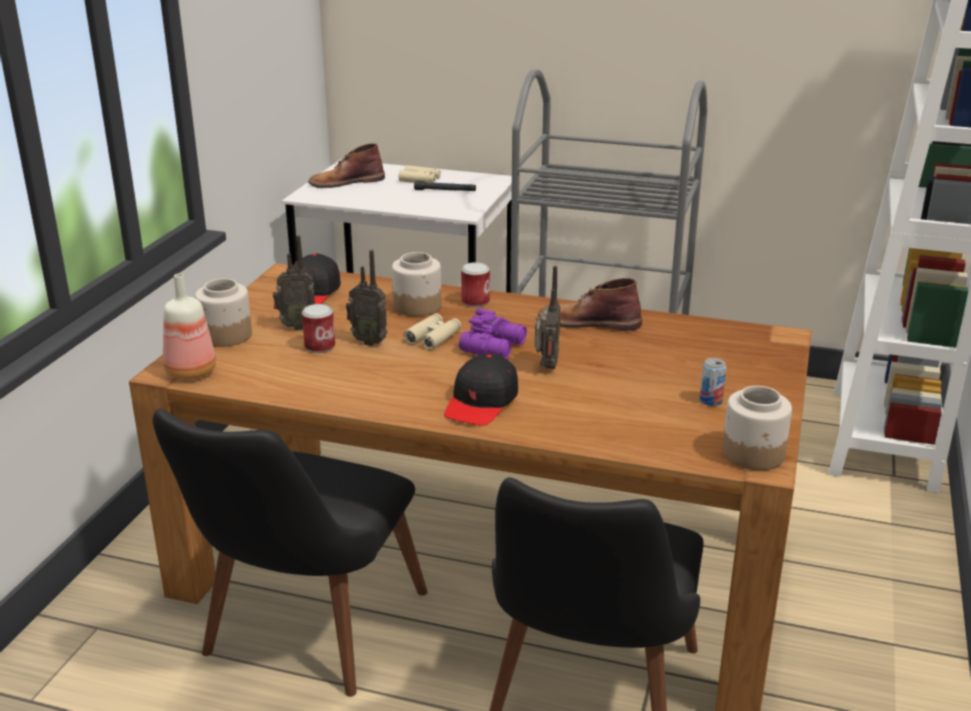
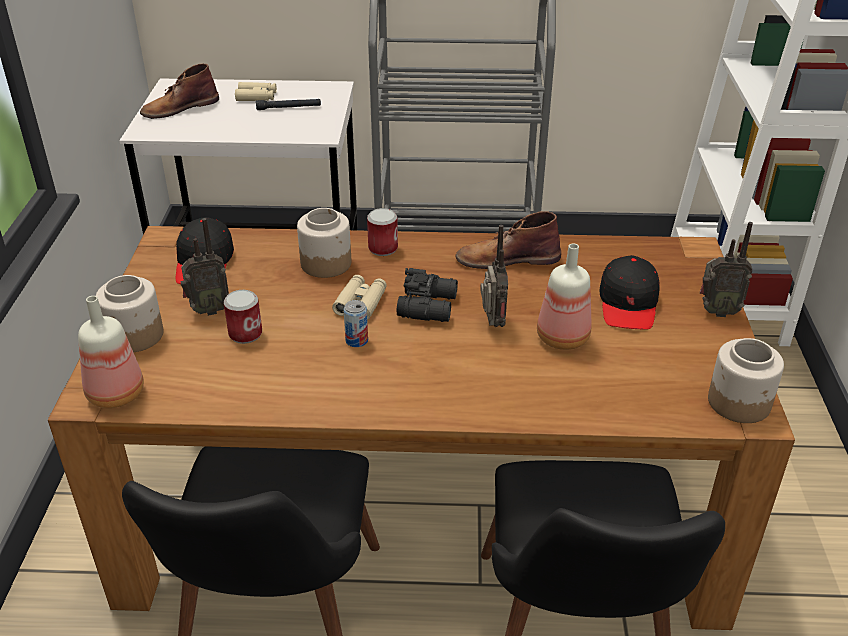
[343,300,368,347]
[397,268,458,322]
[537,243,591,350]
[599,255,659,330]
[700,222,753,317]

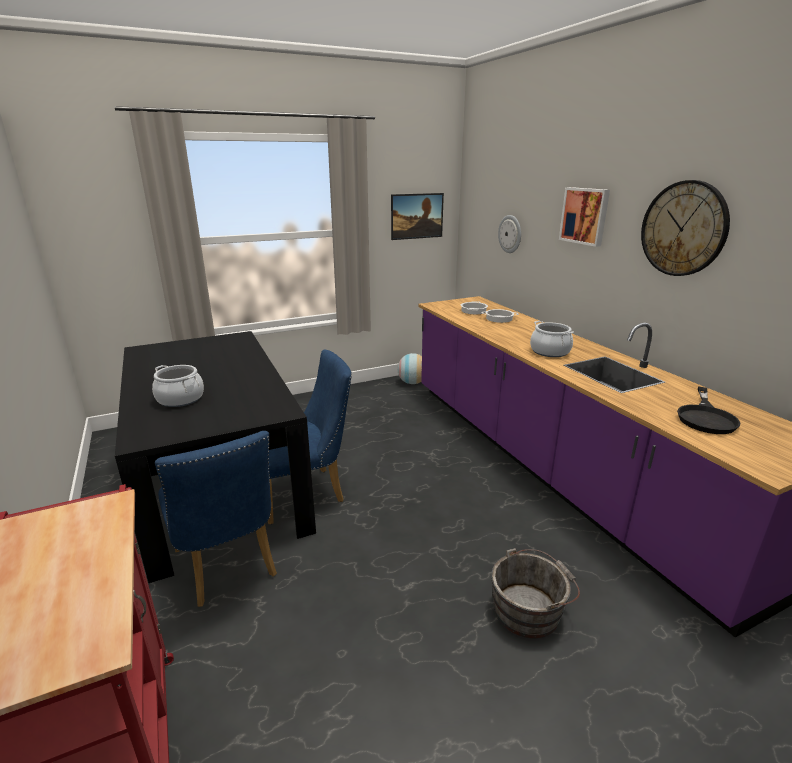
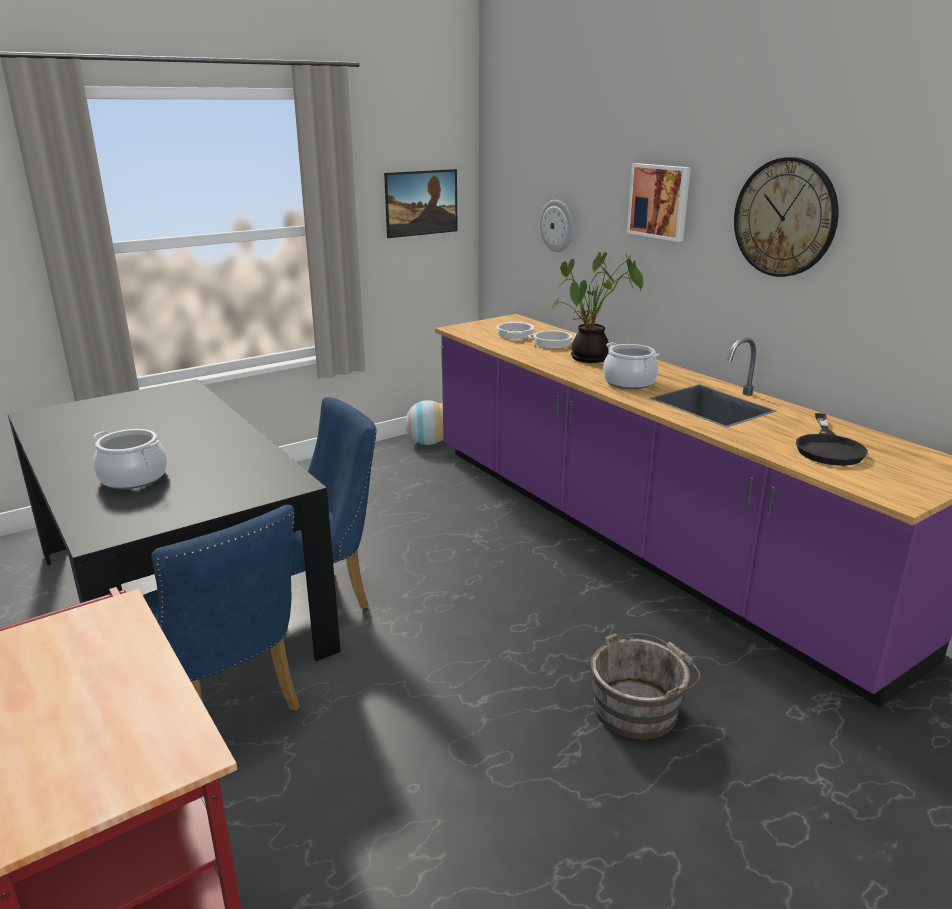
[551,252,644,363]

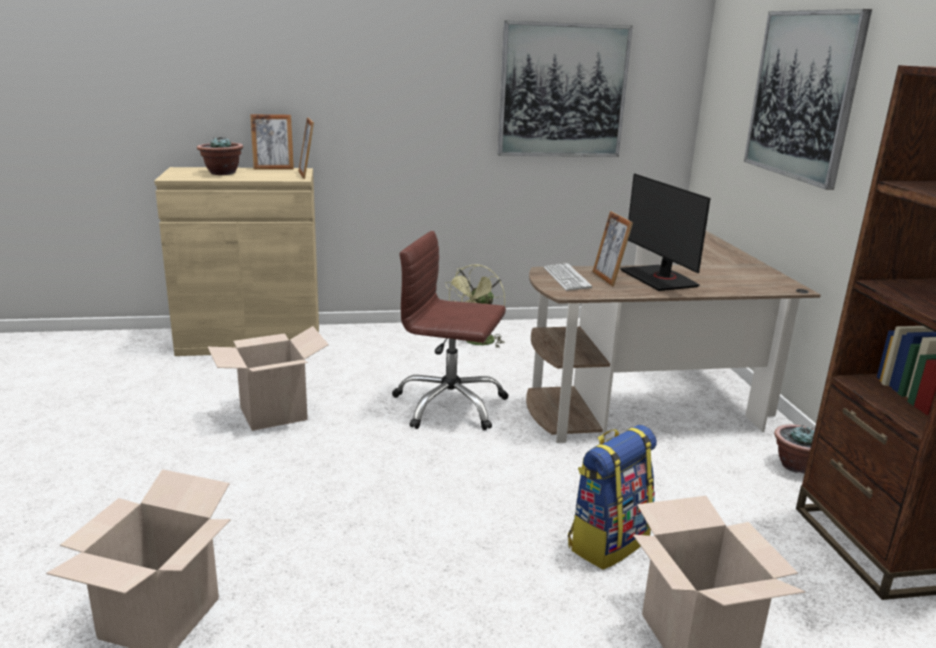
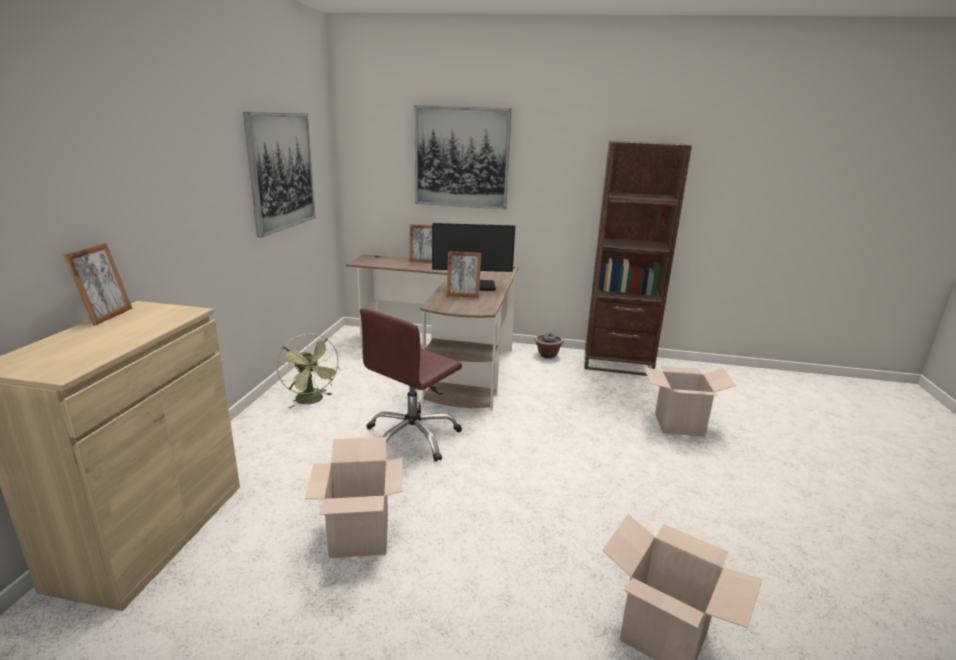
[409,225,432,262]
[197,136,243,175] (first image)
[544,263,592,291] (first image)
[568,425,657,570] (first image)

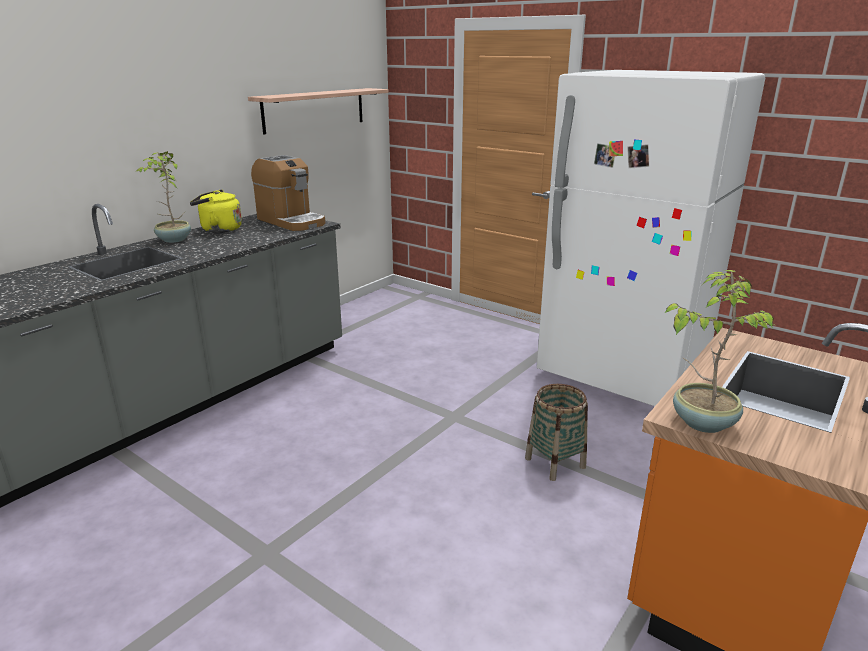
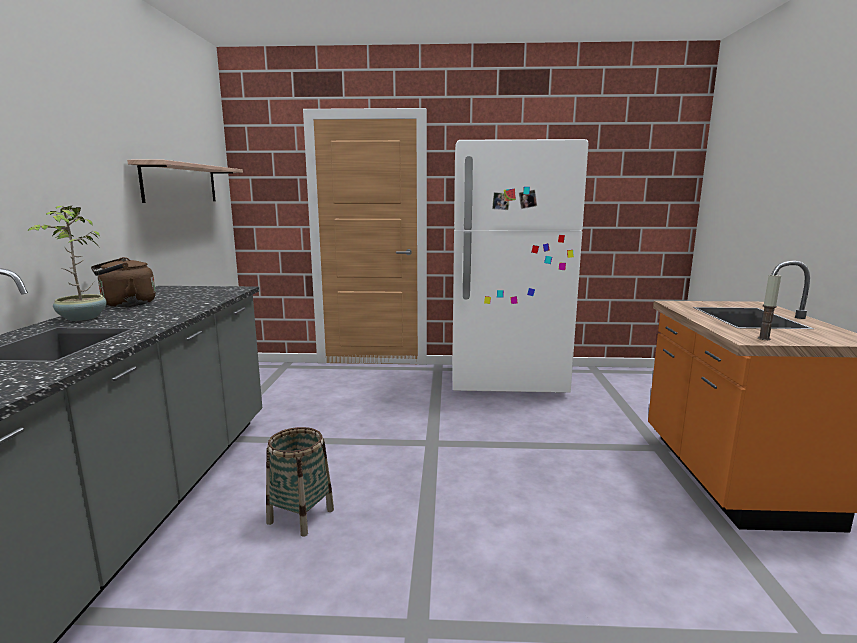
[91,257,156,307]
[266,427,334,536]
[758,275,781,340]
[251,155,325,231] (first image)

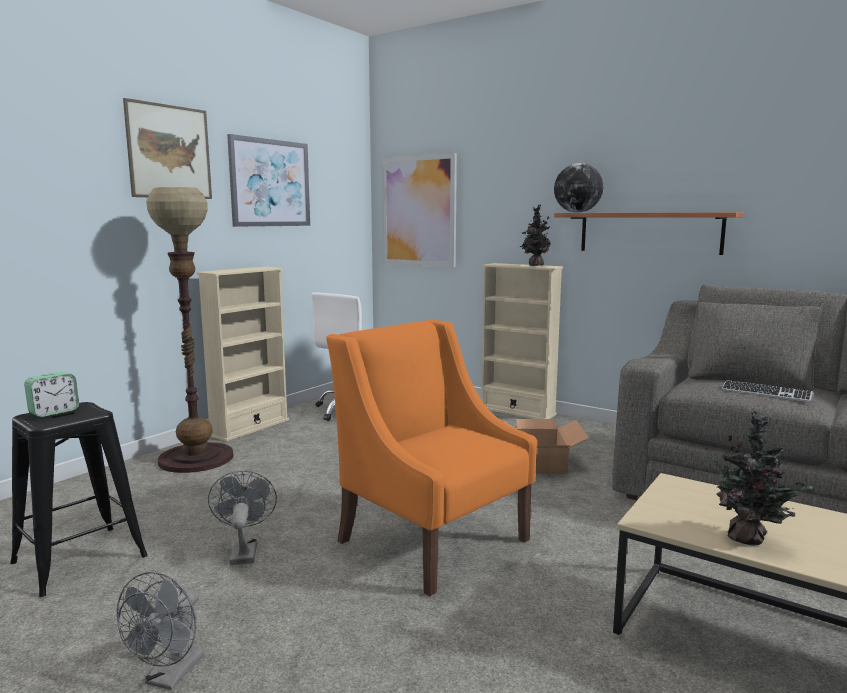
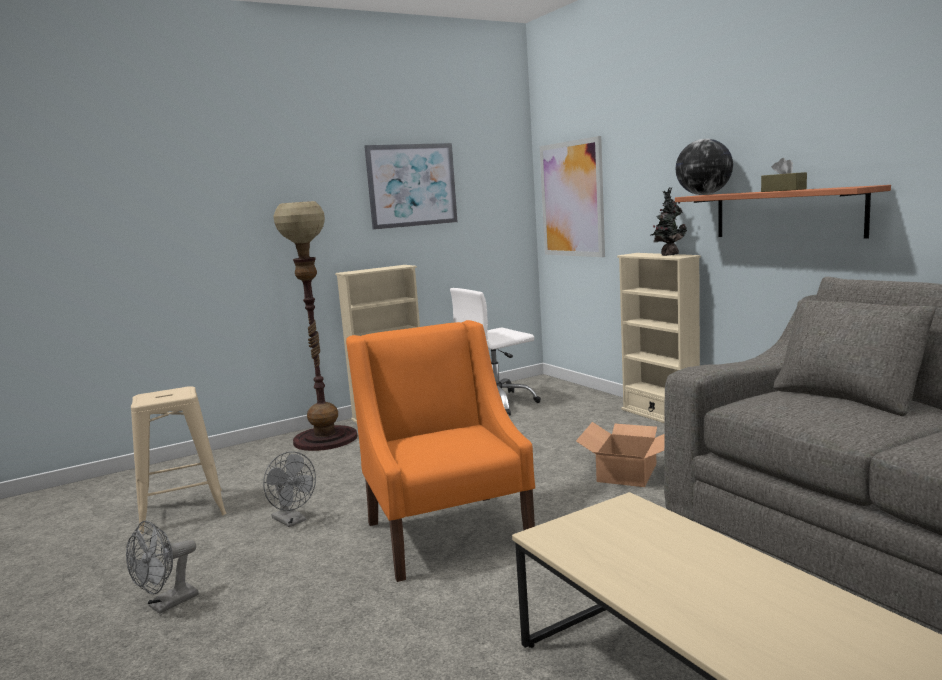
[131,386,227,534]
[263,451,316,527]
[761,158,807,192]
[24,372,79,417] (first image)
[123,98,212,199] (first image)
[713,410,812,546] (first image)
[722,380,813,402] (first image)

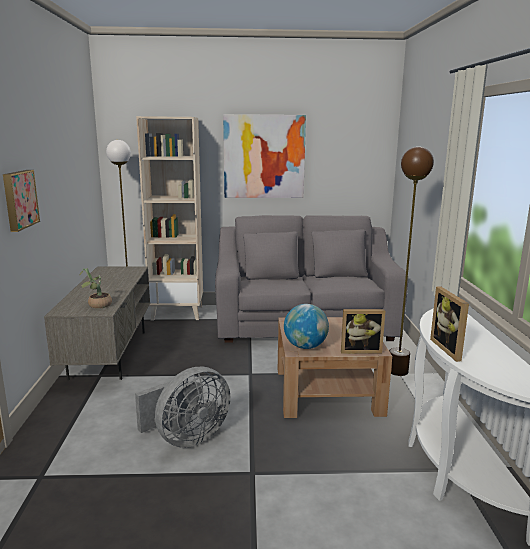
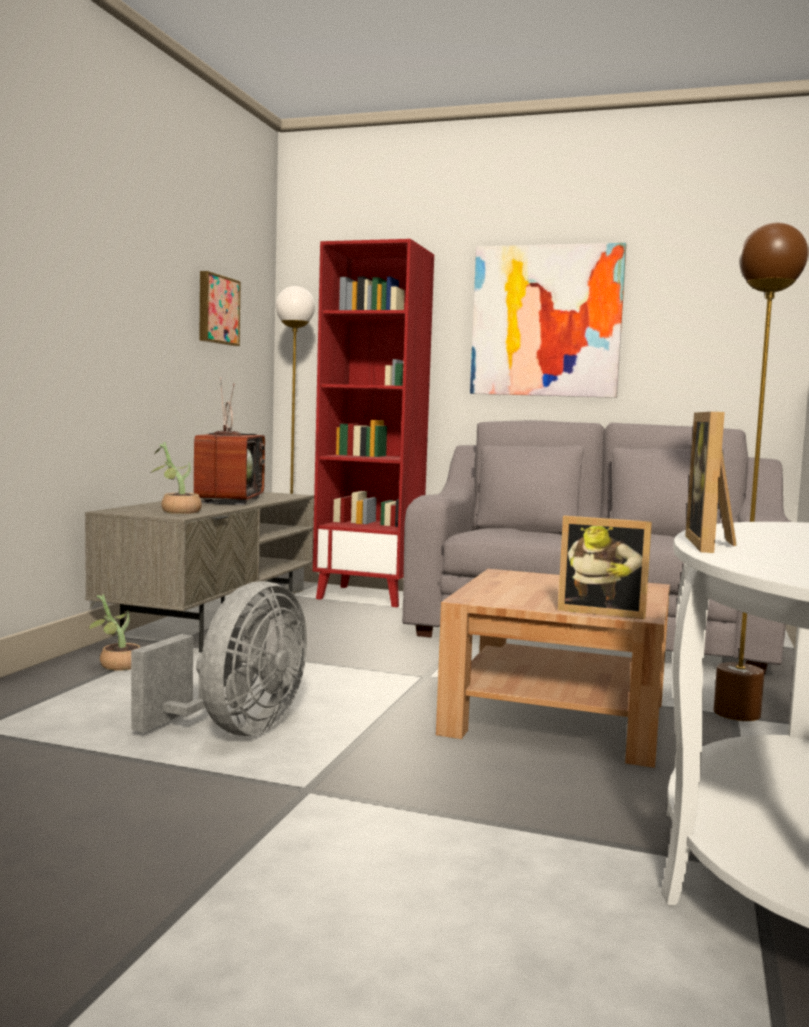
[89,594,140,671]
[131,581,307,736]
[194,377,265,505]
[199,271,241,346]
[313,239,434,607]
[284,304,329,349] (first image)

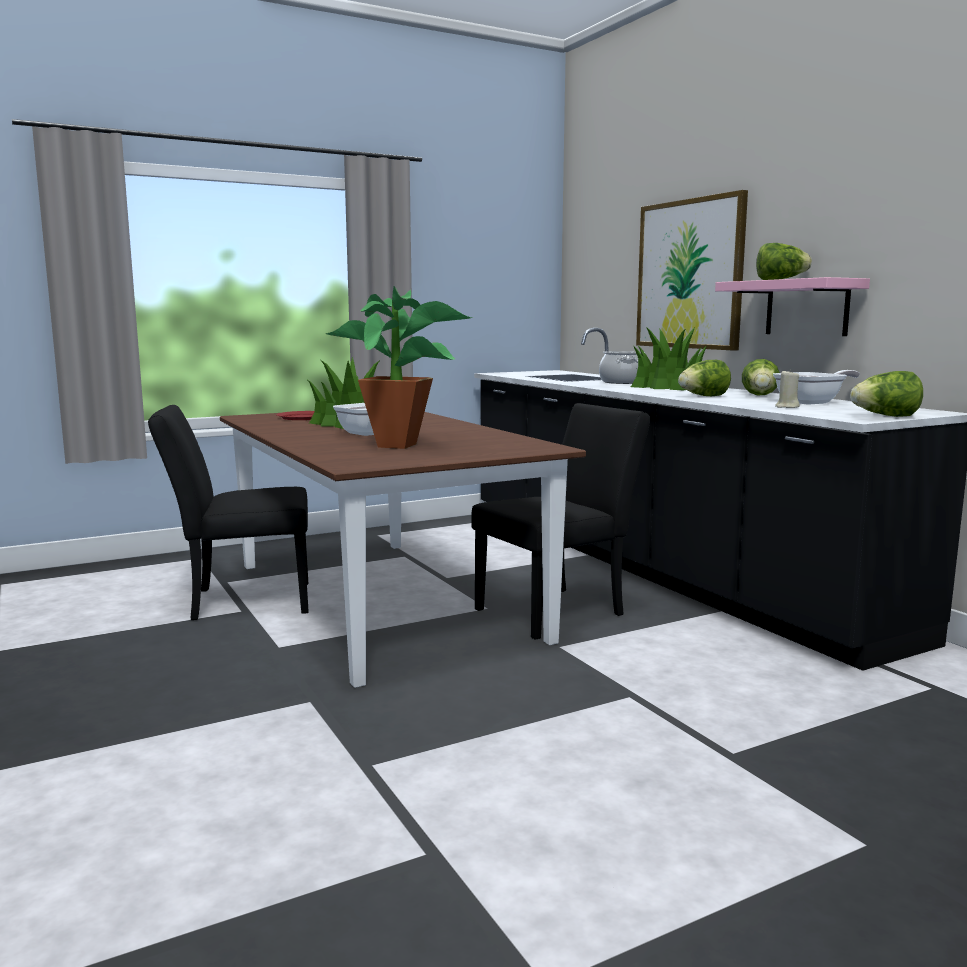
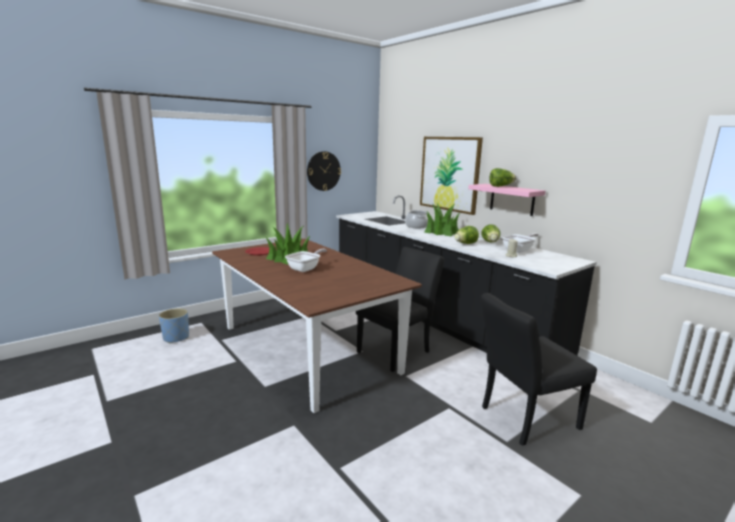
[159,308,189,344]
[307,151,341,191]
[481,293,597,446]
[325,286,472,449] (first image)
[850,371,923,417] (first image)

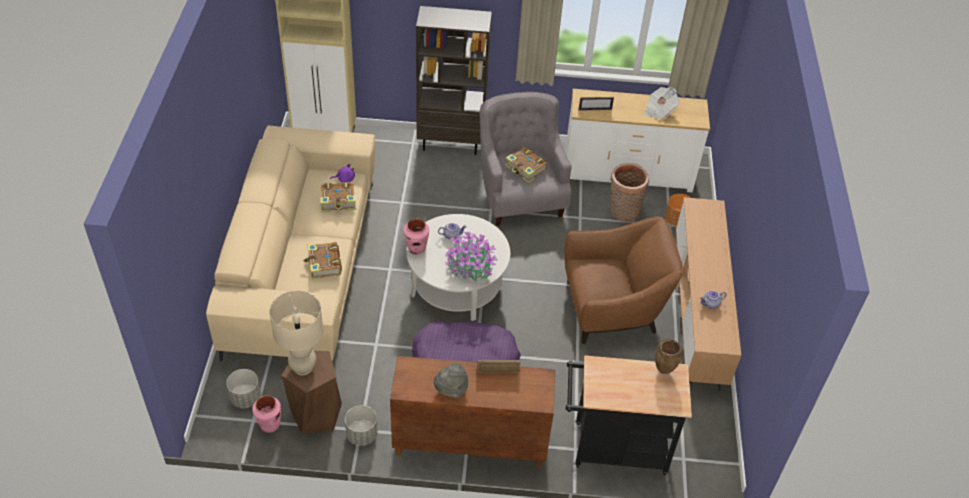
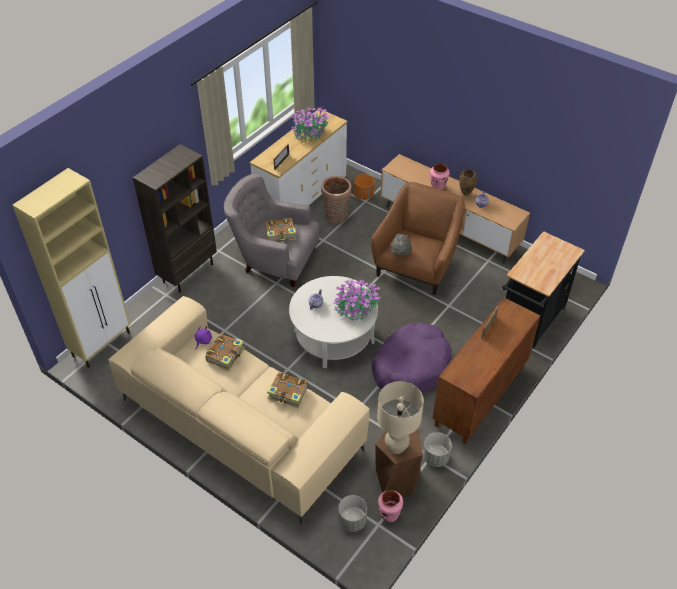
[291,106,329,140]
[391,234,412,256]
[430,163,450,190]
[459,170,477,196]

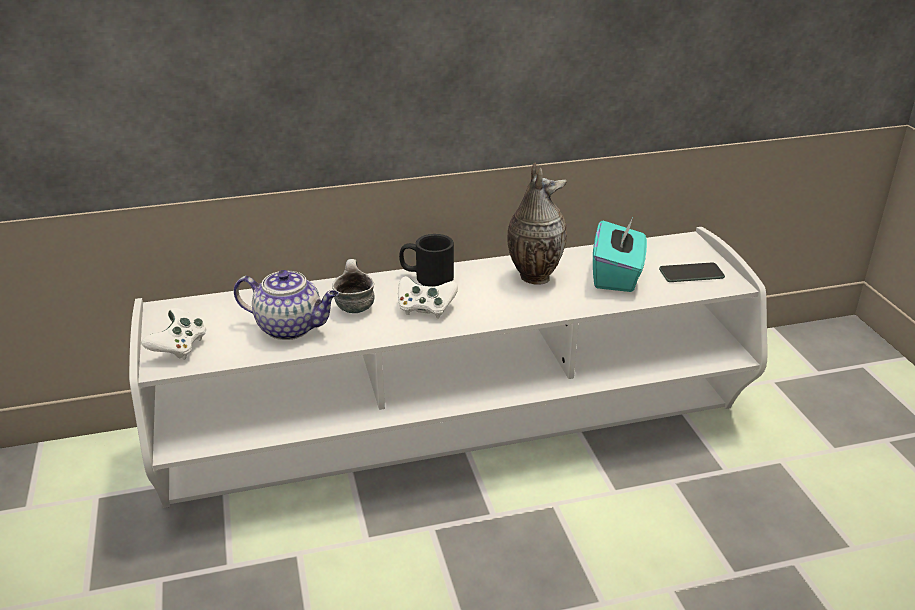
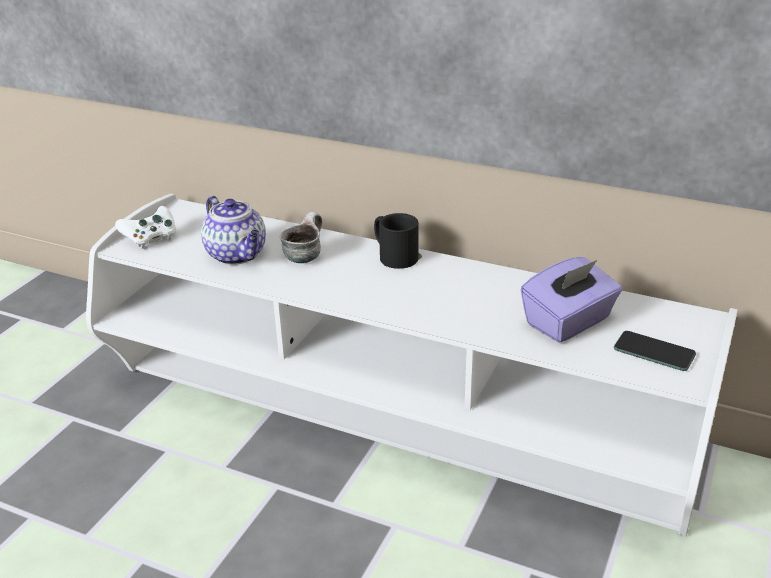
[521,257,622,343]
[398,276,458,319] (first image)
[508,162,567,285] (first image)

